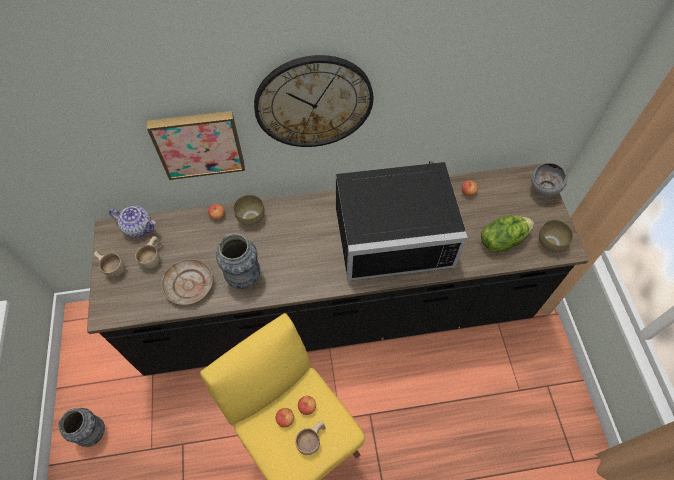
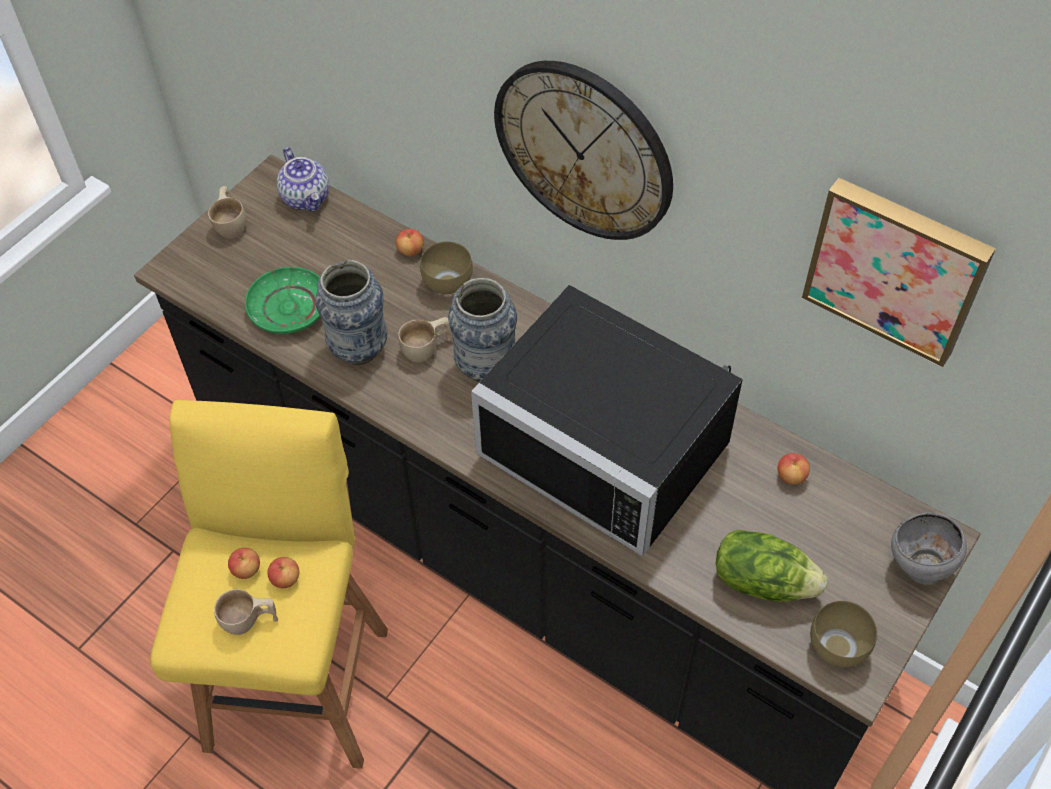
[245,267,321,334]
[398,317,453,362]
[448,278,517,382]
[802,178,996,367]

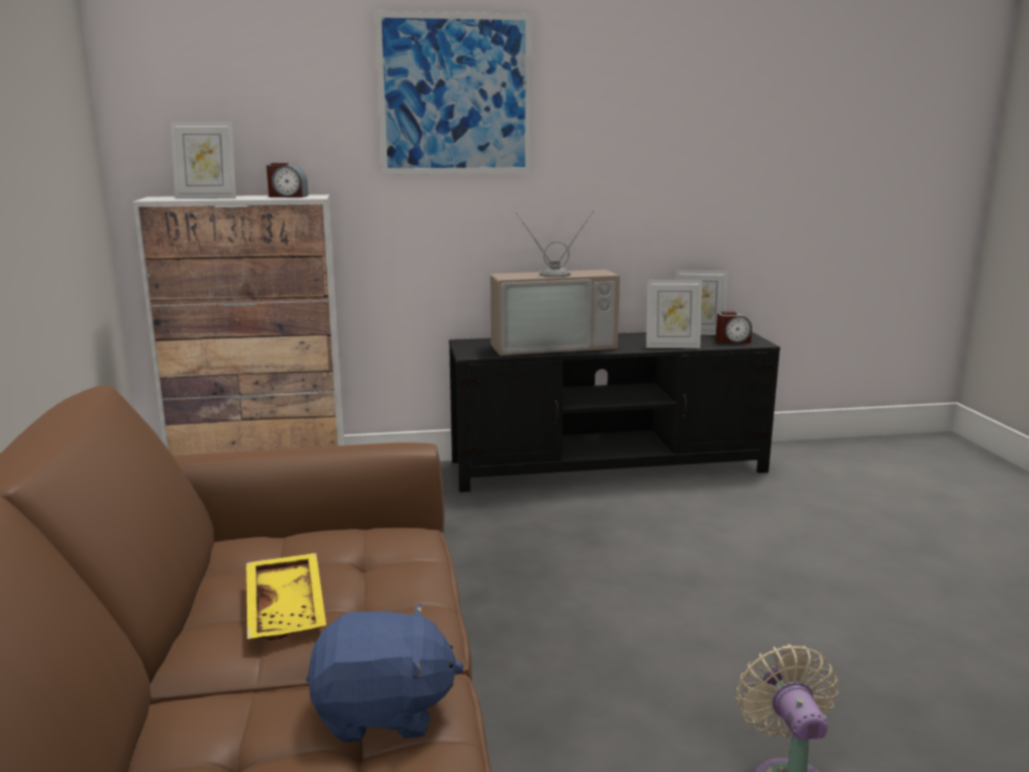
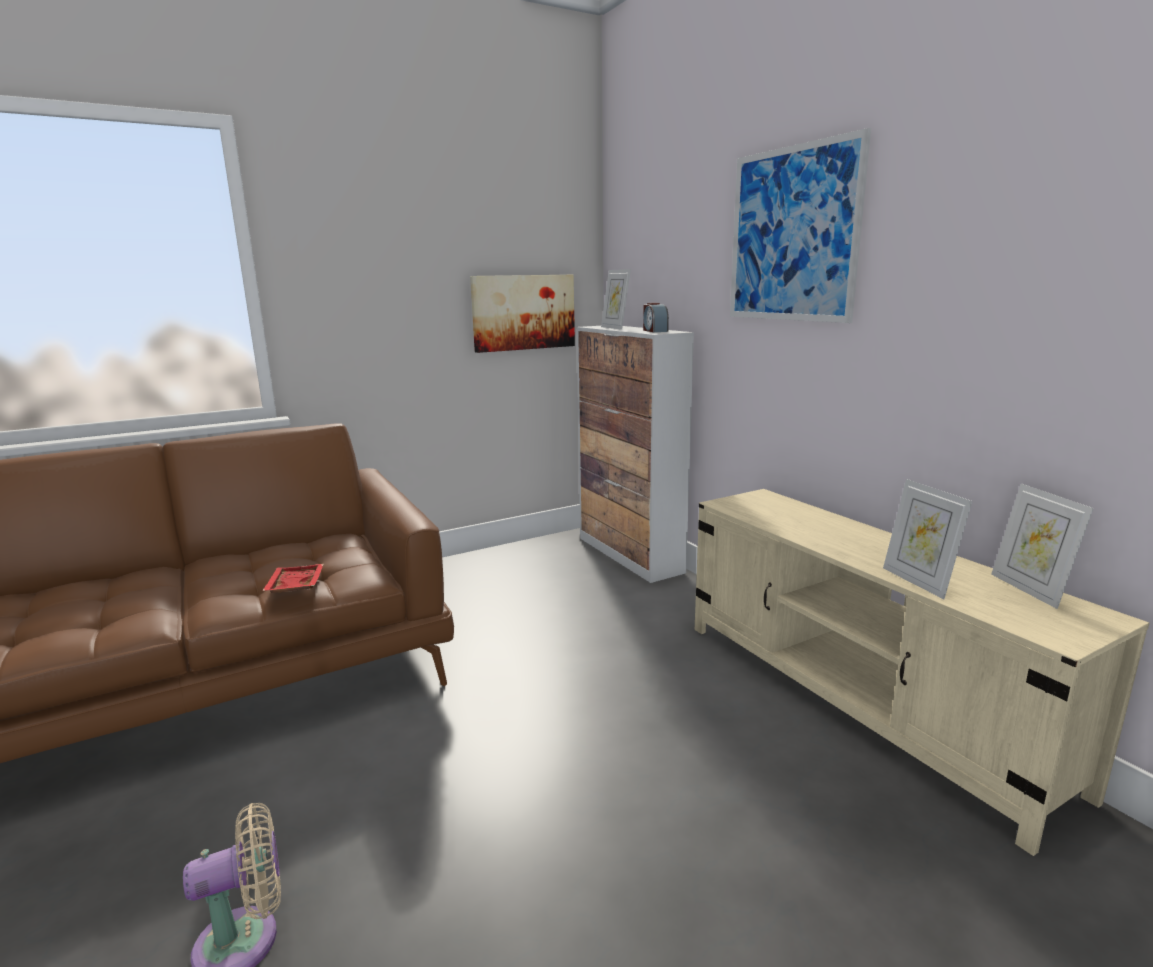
[262,564,324,593]
[470,275,575,353]
[695,489,1149,856]
[246,553,326,640] (first image)
[306,603,464,742] (first image)
[490,211,620,355] (first image)
[715,311,752,343] (first image)

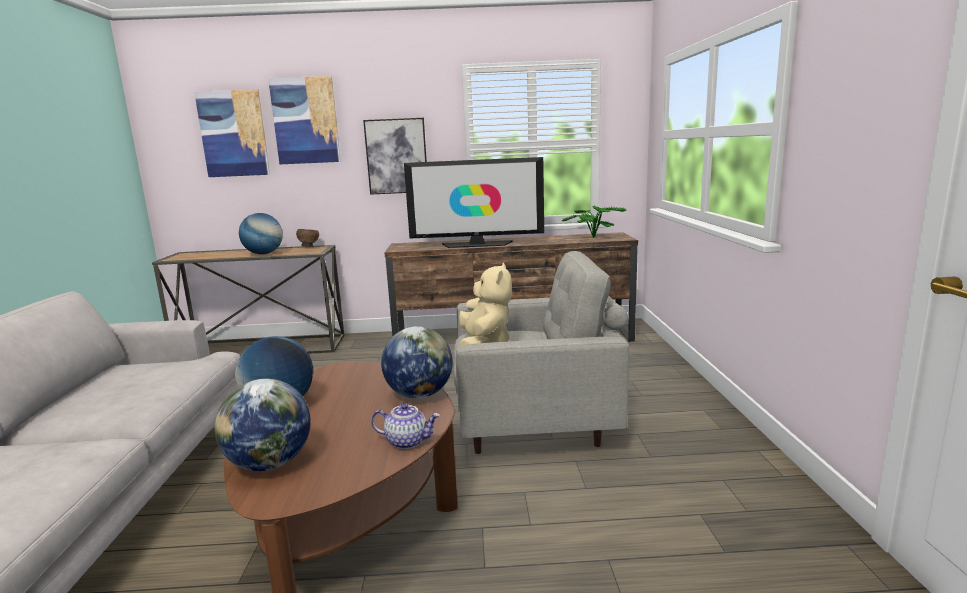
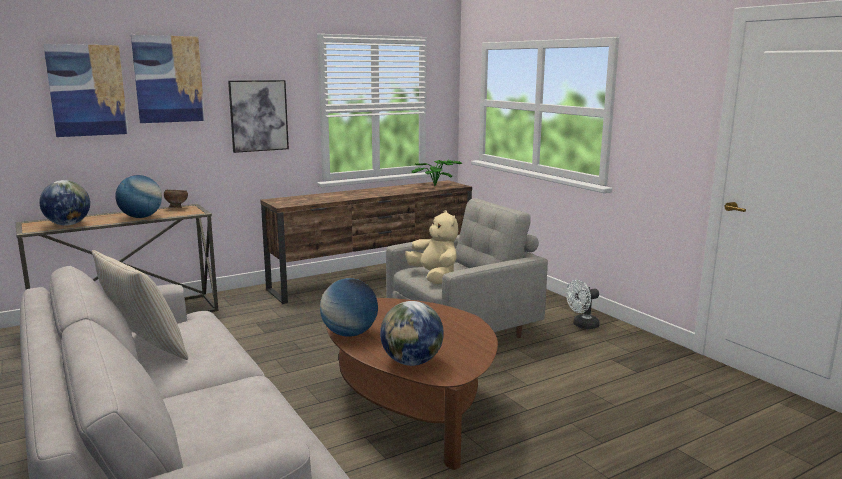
[40,180,90,225]
[92,250,188,360]
[566,280,600,329]
[371,403,440,449] (first image)
[404,157,544,248] (first image)

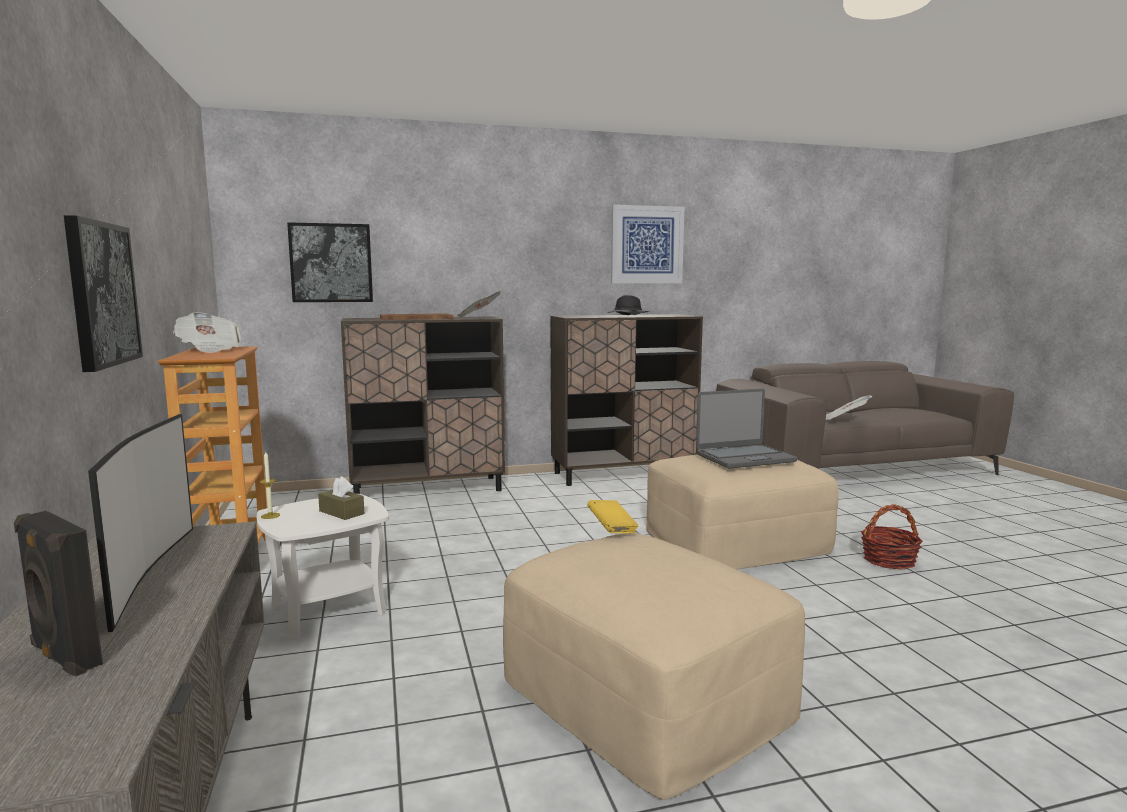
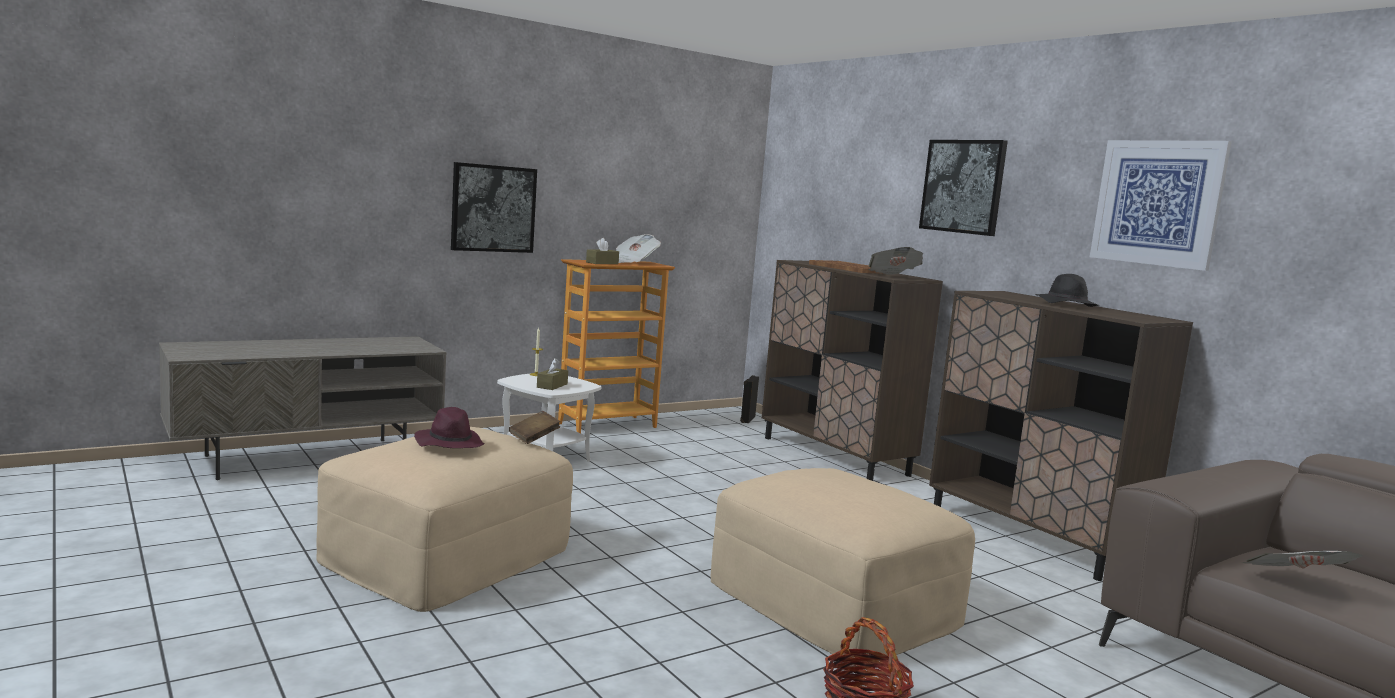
[414,407,485,448]
[509,411,560,444]
[586,238,619,264]
[740,375,759,423]
[919,140,1008,236]
[88,414,193,632] (first image)
[696,388,797,469] (first image)

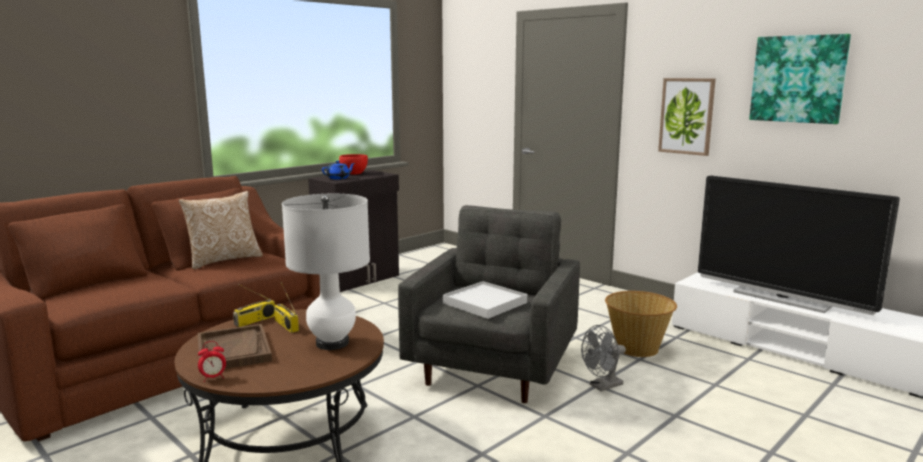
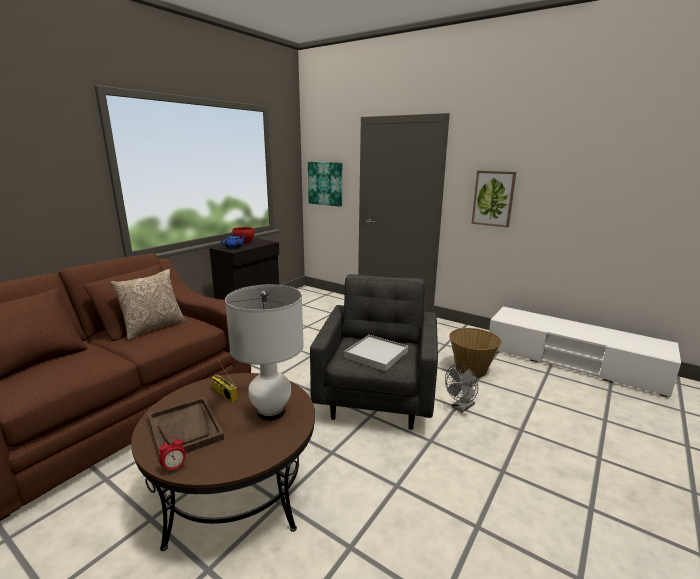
[308,162,342,207]
[233,285,275,327] (first image)
[698,176,900,315] (first image)

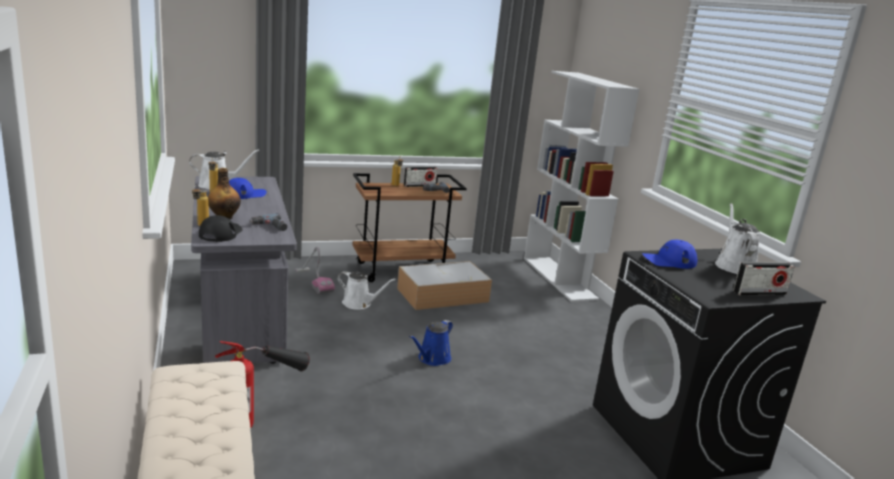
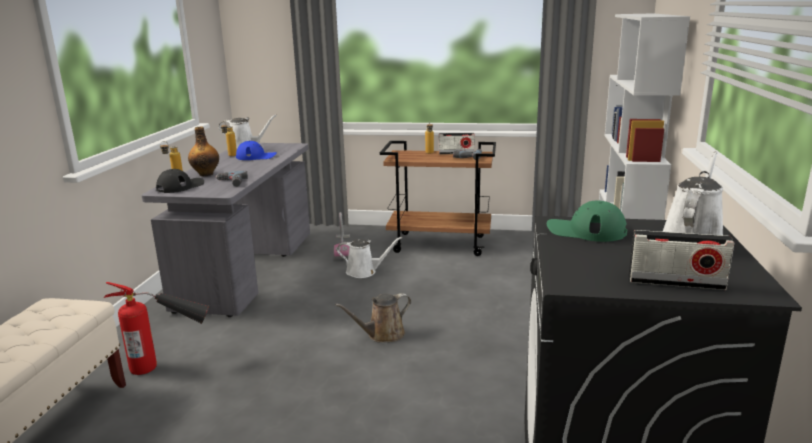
[335,293,411,342]
[337,237,402,278]
[547,201,627,242]
[397,261,492,310] (first image)

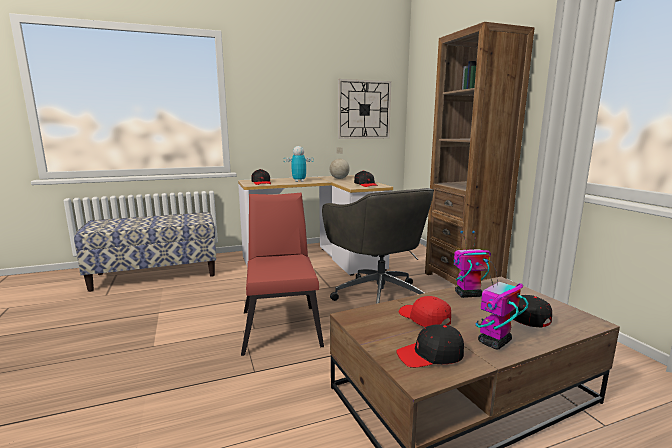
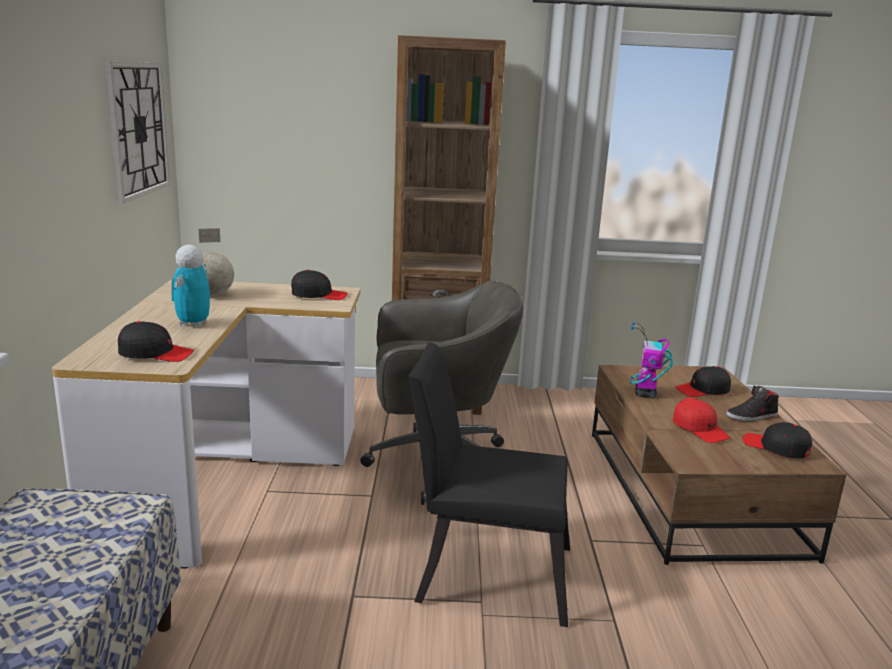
[408,342,570,627]
[673,398,731,443]
[726,386,779,422]
[743,422,812,459]

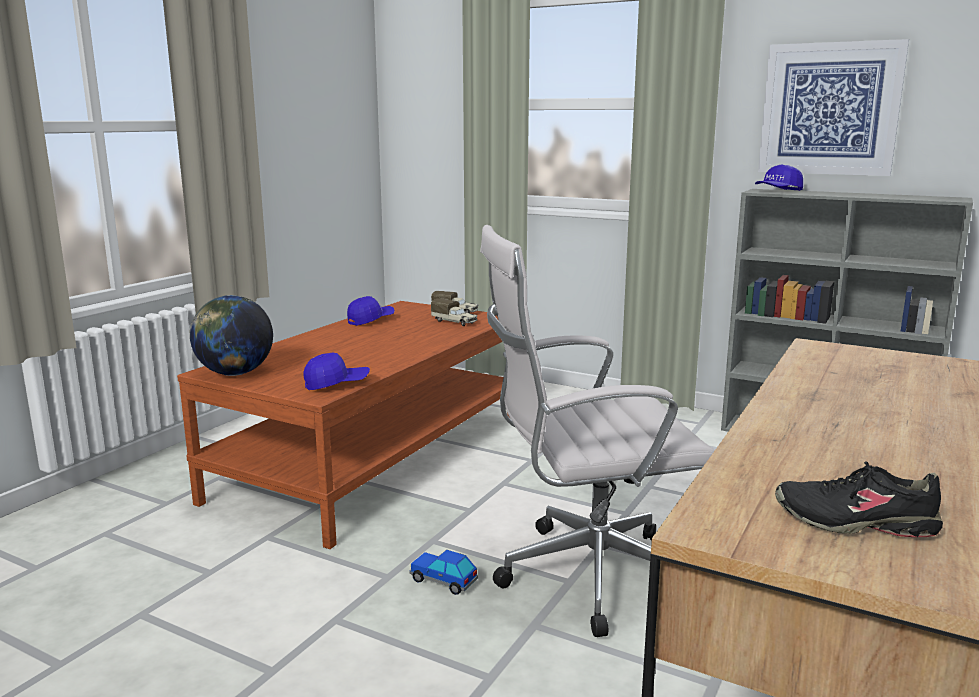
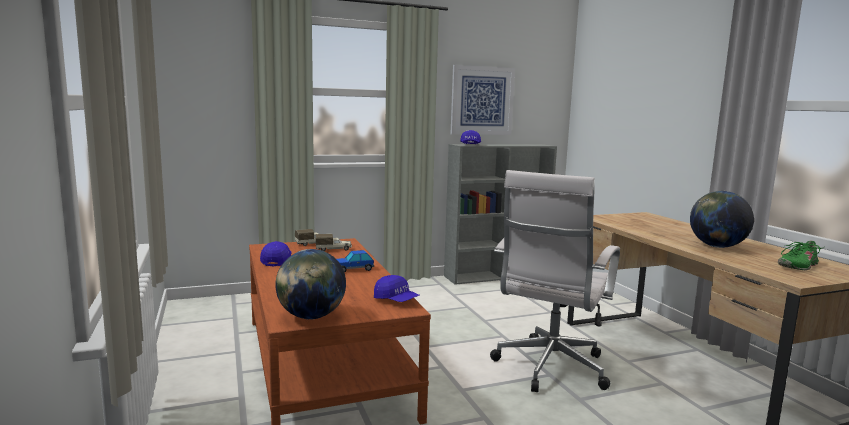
[337,250,374,272]
[374,275,420,302]
[690,191,754,248]
[778,240,824,270]

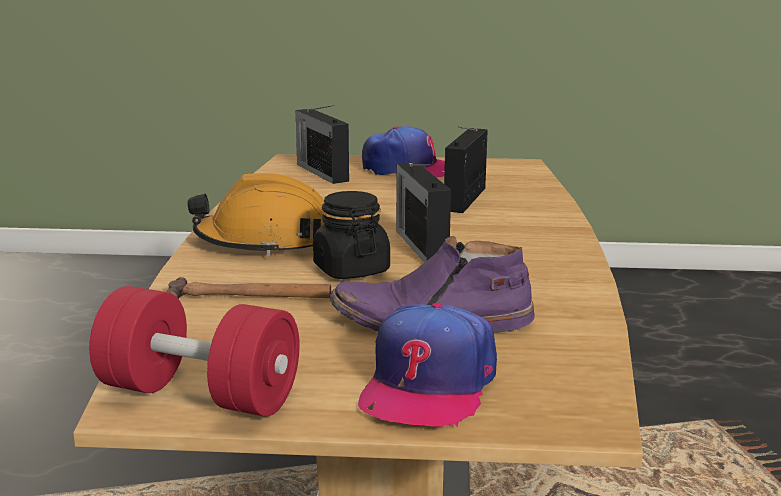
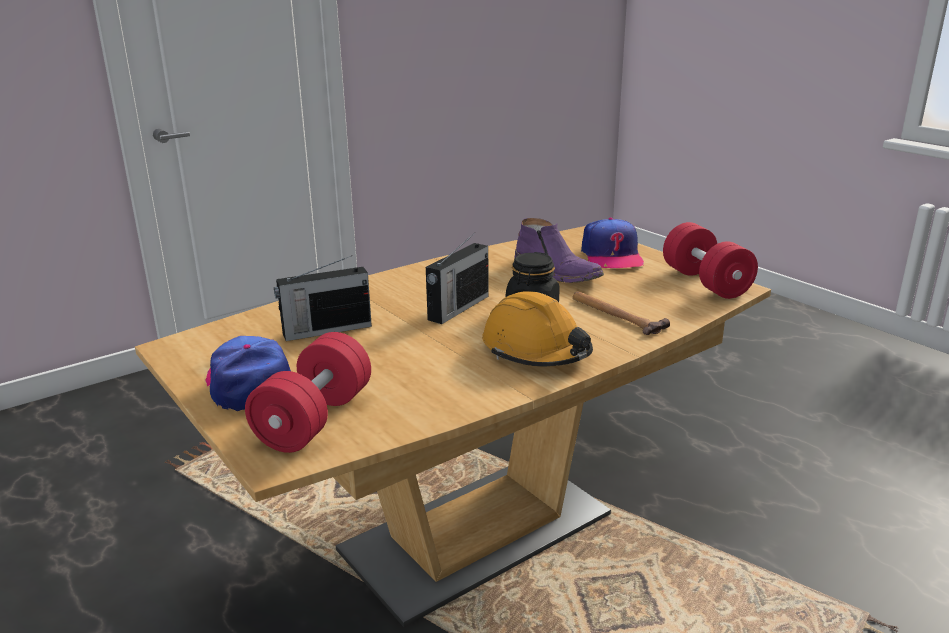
[245,332,371,453]
[581,217,644,268]

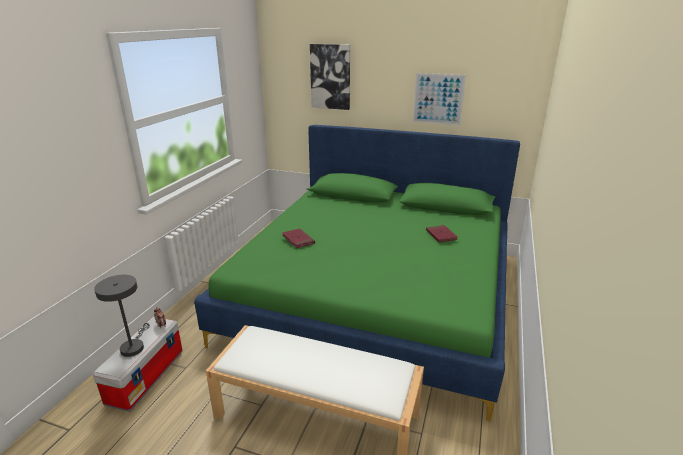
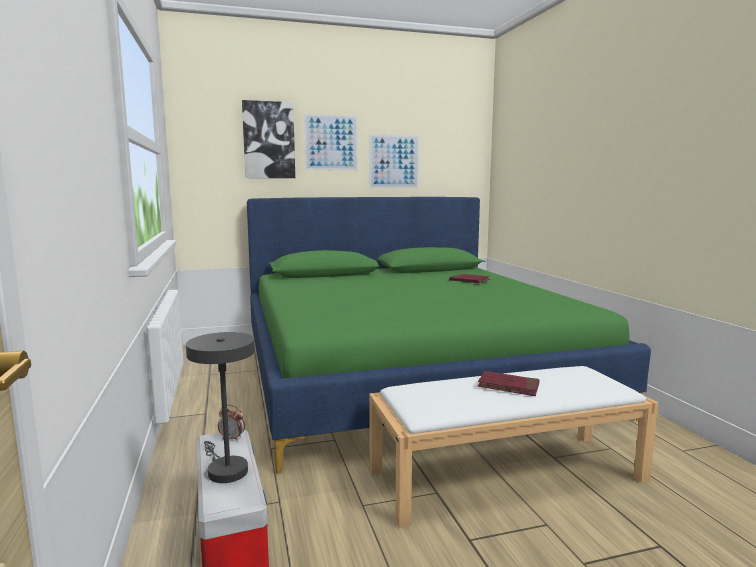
[304,114,358,170]
[478,371,539,396]

